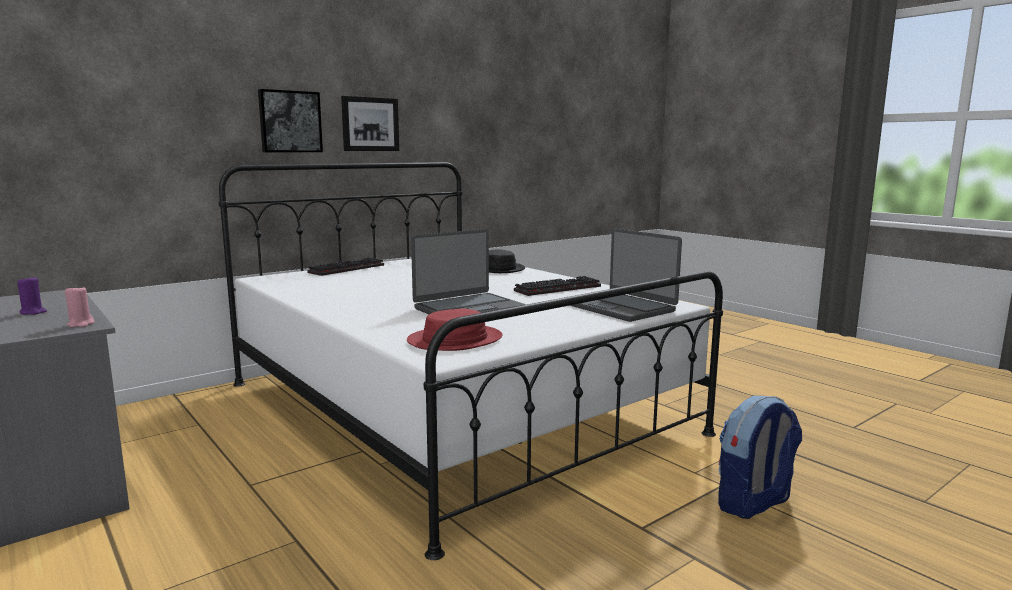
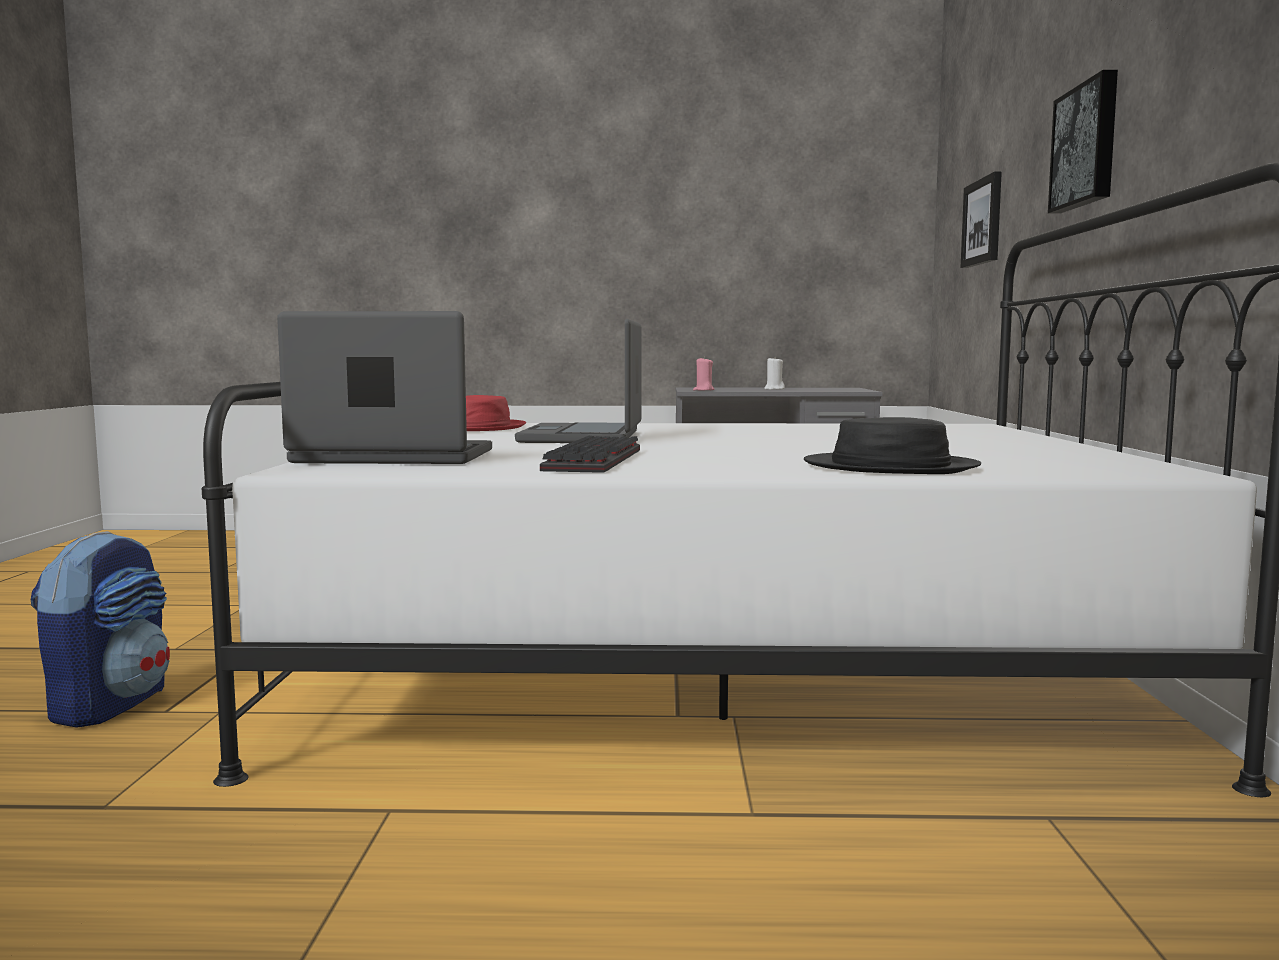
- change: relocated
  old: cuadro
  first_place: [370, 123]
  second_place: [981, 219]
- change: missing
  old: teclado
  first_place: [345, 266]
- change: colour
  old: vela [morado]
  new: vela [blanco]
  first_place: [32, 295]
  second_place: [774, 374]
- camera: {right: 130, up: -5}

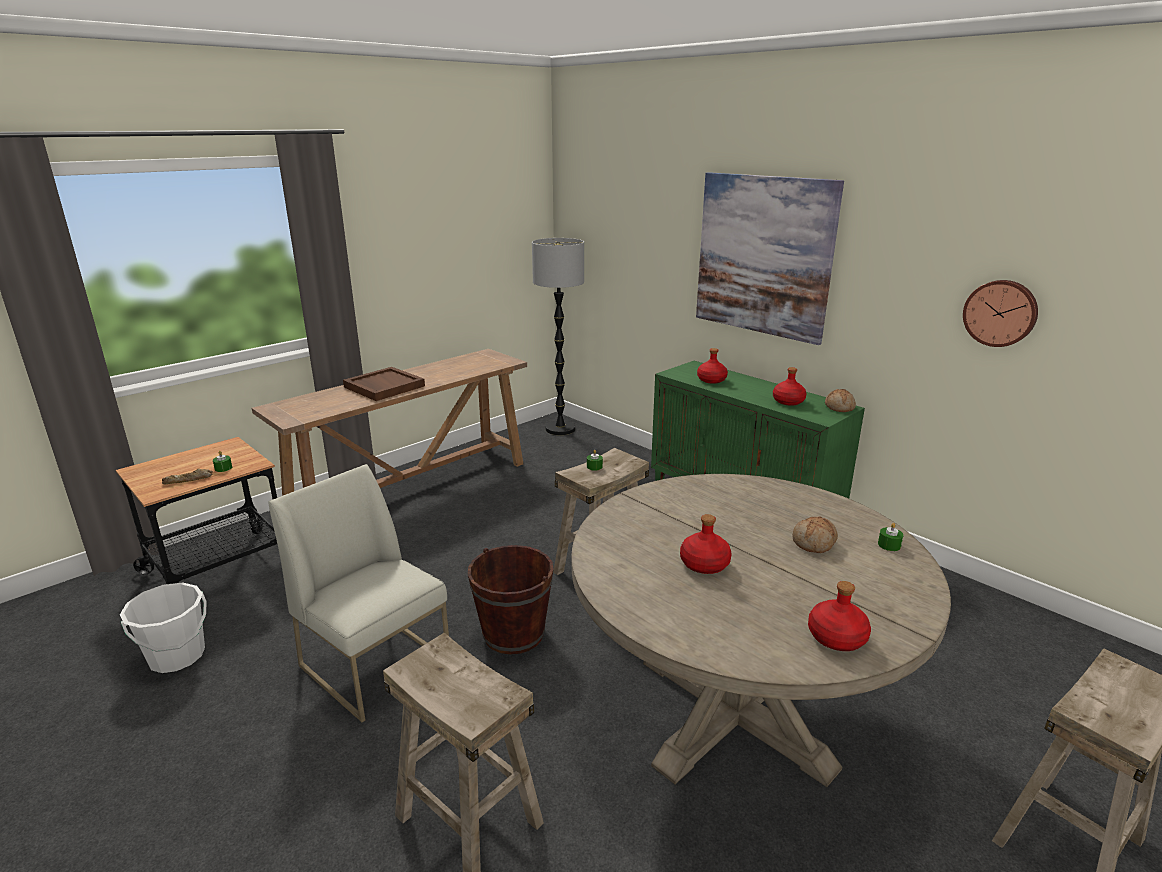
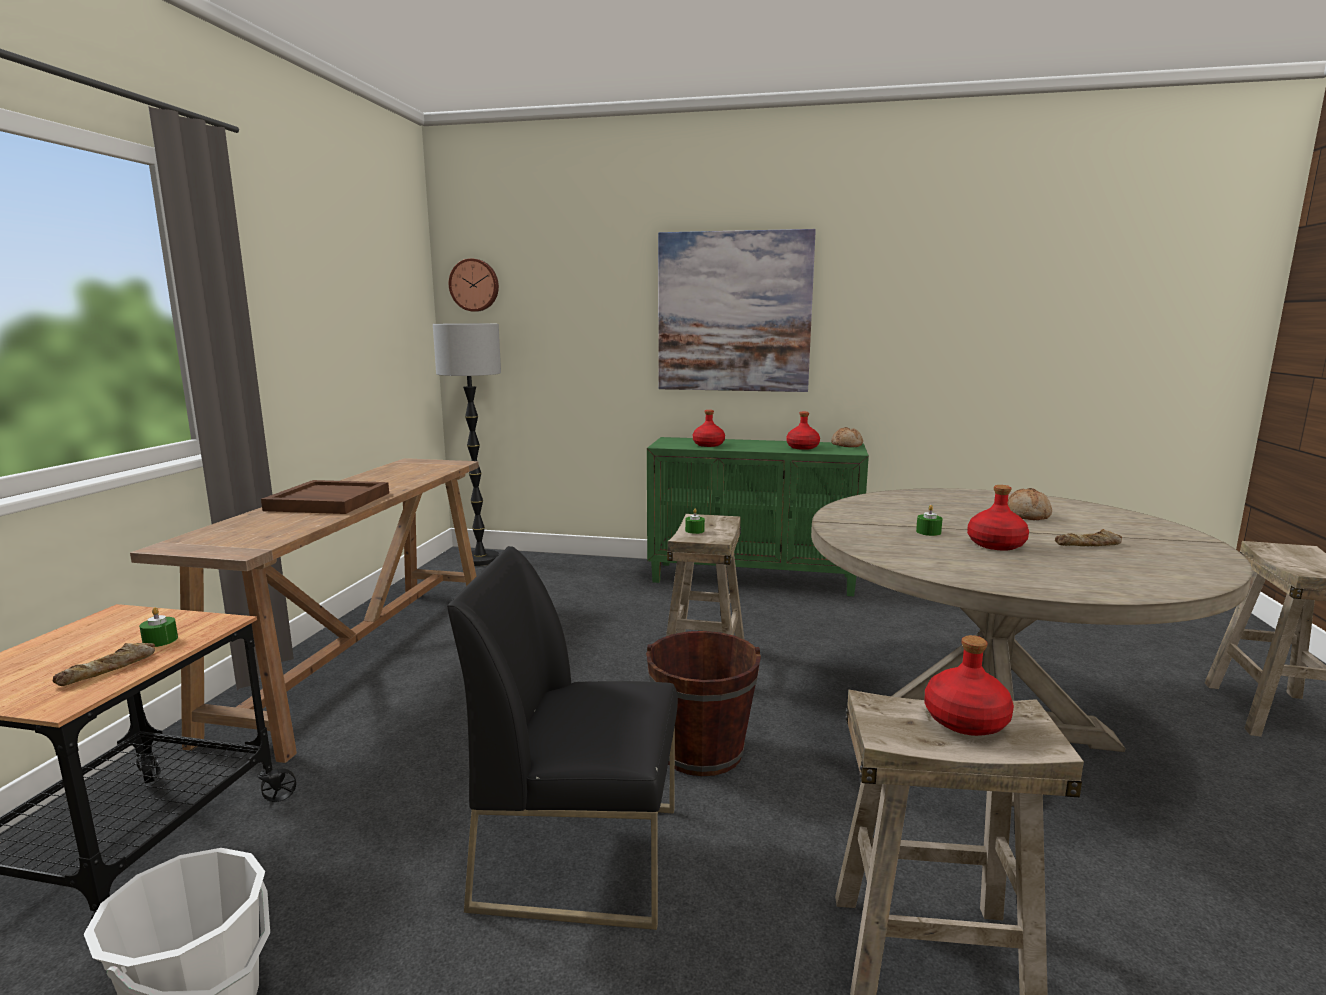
- change: relocated
  old: reloj de pared
  first_place: [1000, 313]
  second_place: [474, 285]
- change: colour
  old: silla [blanco]
  new: silla [negro]
  first_place: [358, 593]
  second_place: [562, 738]
- change: relocated
  old: vela [verde]
  first_place: [890, 537]
  second_place: [929, 520]
- change: relocated
  old: botella [rojo]
  first_place: [839, 616]
  second_place: [969, 685]
- change: appeared
  new: pan
  second_place: [1088, 537]
- camera: {right: -35, up: -10}

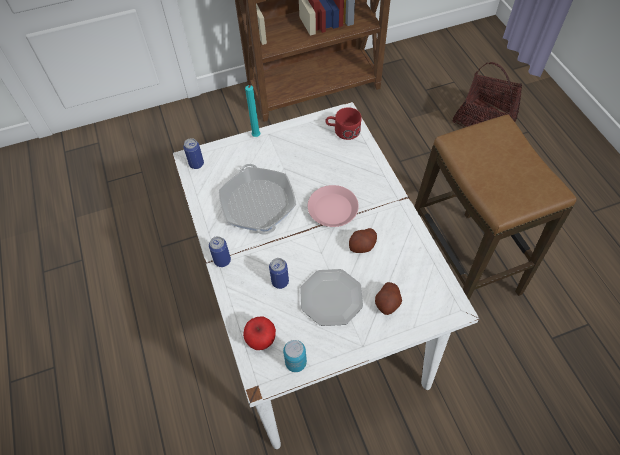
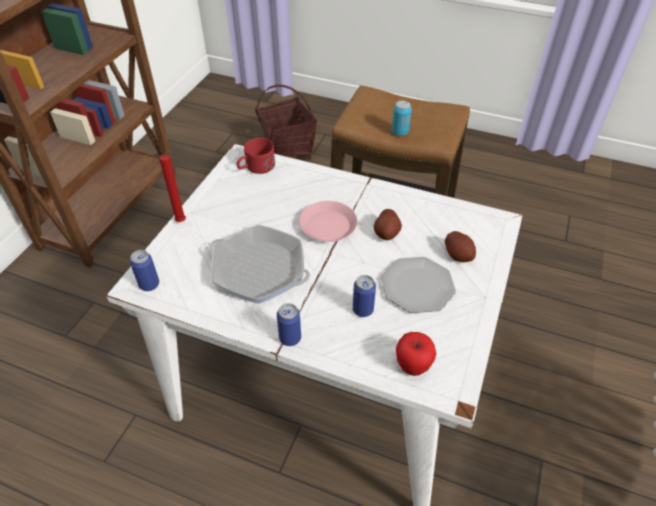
- change: colour
  old: vela [turquesa]
  new: vela [rojo]
  first_place: [252, 111]
  second_place: [172, 186]
- change: relocated
  old: lata
  first_place: [295, 356]
  second_place: [402, 118]
- camera: {right: -50, up: -10}

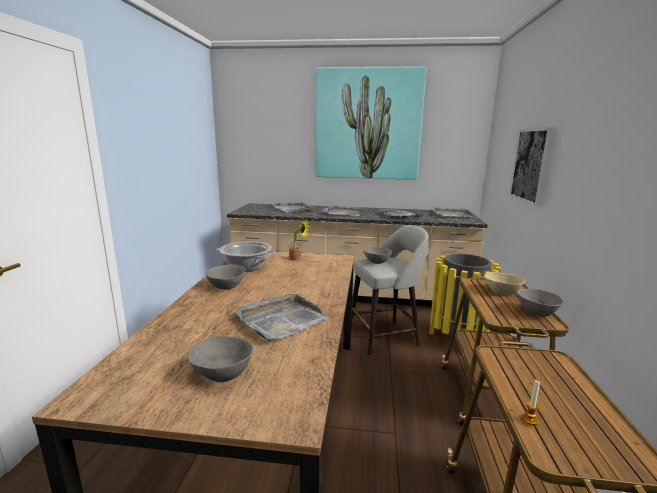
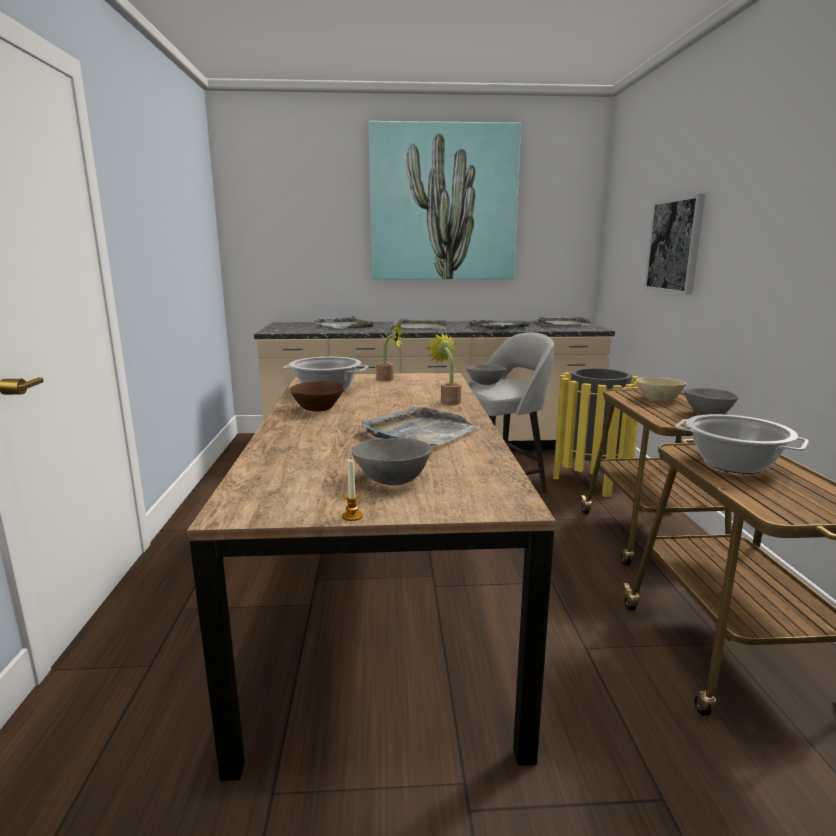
- change: colour
  old: cuenco [gris]
  new: cuenco [marrón]
  first_place: [226, 277]
  second_place: [317, 396]
- change: relocated
  old: vela
  first_place: [530, 402]
  second_place: [352, 489]
- change: appeared
  new: planta en maceta
  second_place: [444, 368]
- change: appeared
  new: olla
  second_place: [742, 444]
- camera: {right: -10, up: 0}

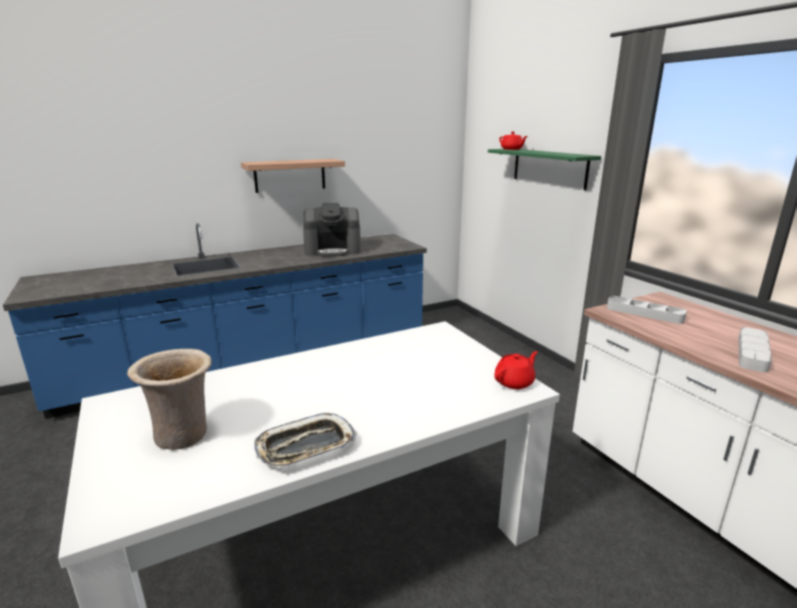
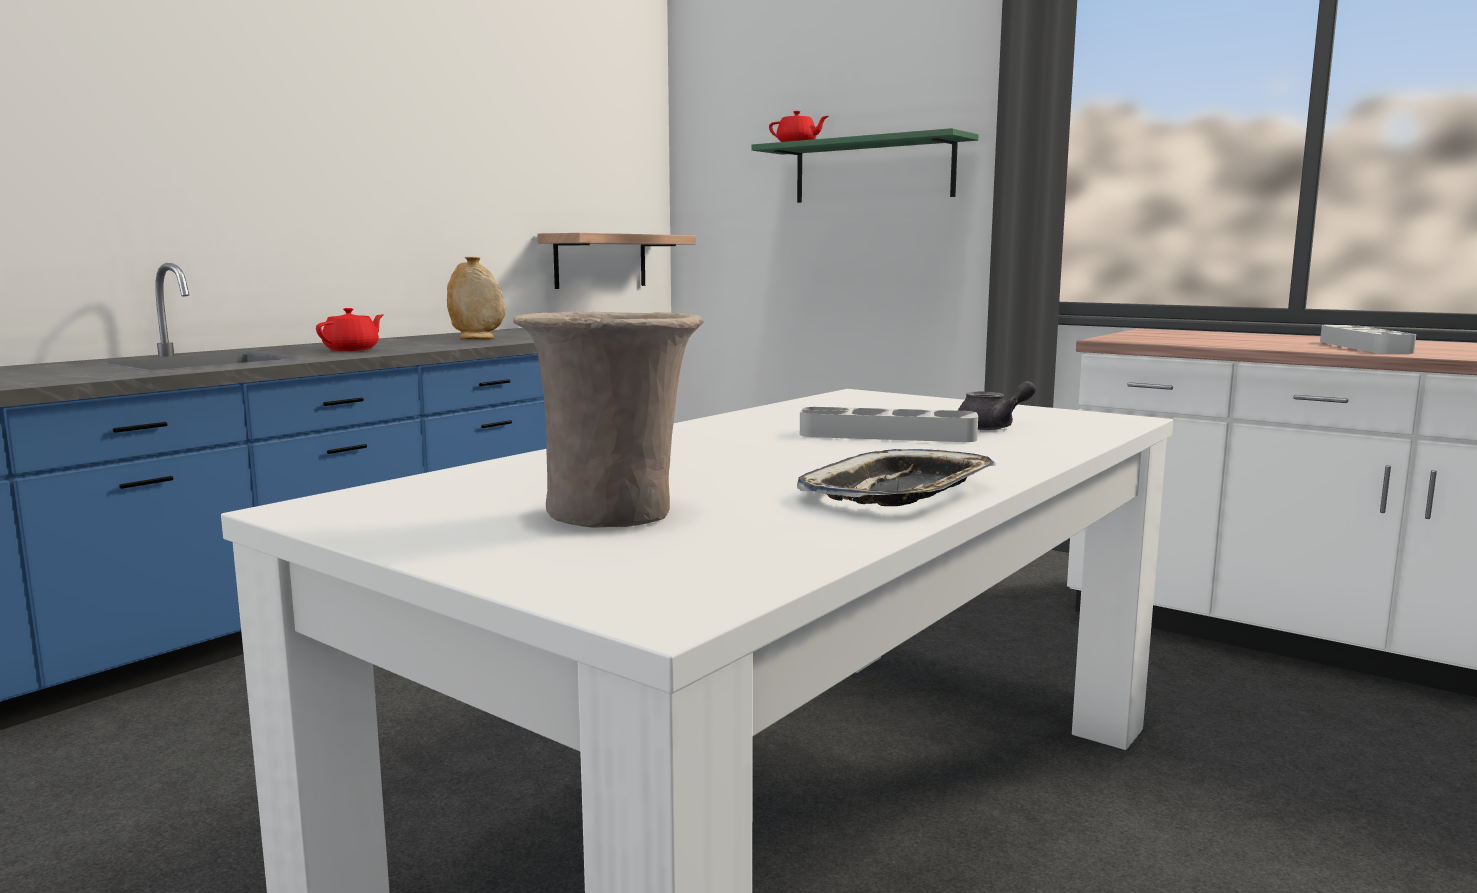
- change: relocated
  old: estante
  first_place: [293, 176]
  second_place: [617, 261]
- change: exchanged
  old: cafetera
  new: florero [beis]
  first_place: [332, 230]
  second_place: [476, 298]
- change: relocated
  old: bandeja [gris]
  first_place: [647, 310]
  second_place: [889, 424]
- change: relocated
  old: tetera [rojo]
  first_place: [516, 370]
  second_place: [349, 329]
- change: appeared
  new: tetera [gris]
  second_place: [997, 405]
- camera: {right: -25, up: -10}

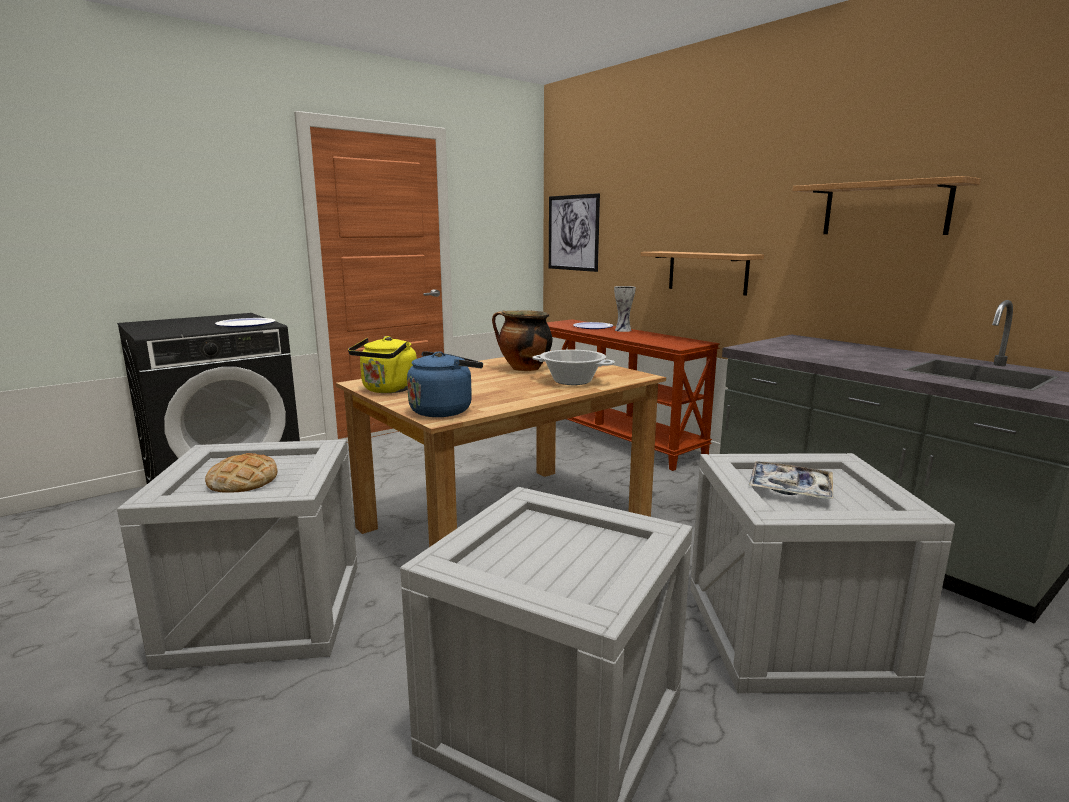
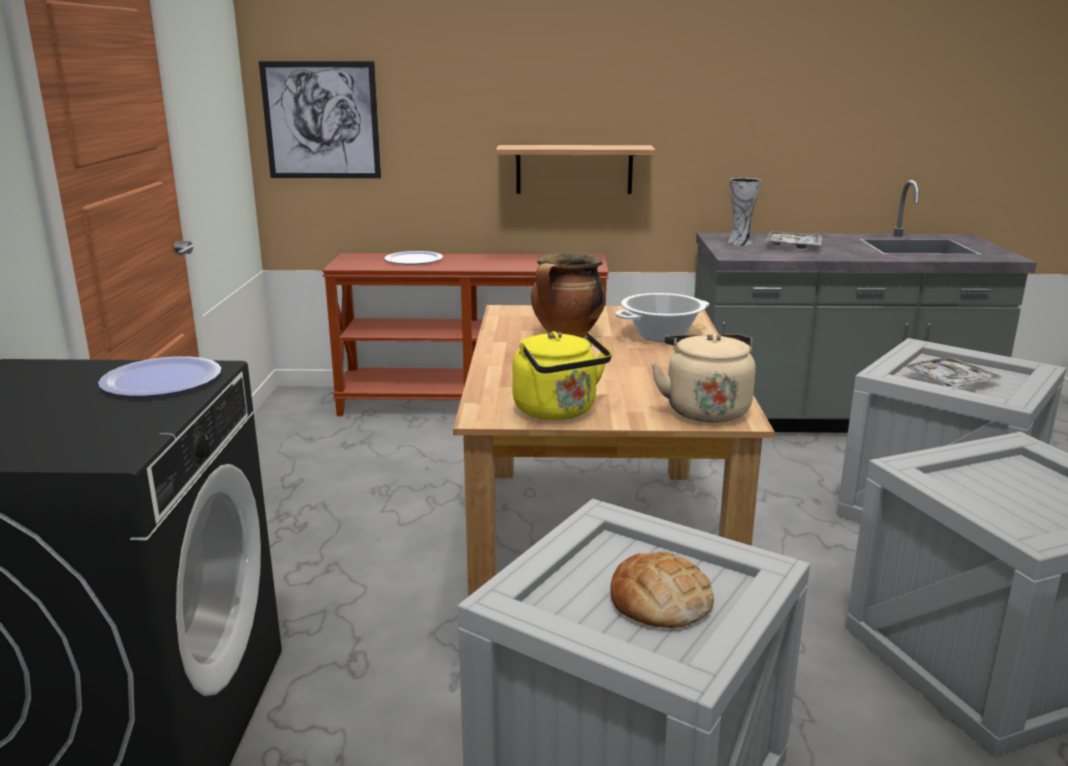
- change: missing
  old: estante
  first_place: [886, 205]
- change: relocated
  old: florero
  first_place: [625, 309]
  second_place: [744, 212]
- change: colour
  old: hervidor [azul]
  new: hervidor [beis]
  first_place: [445, 384]
  second_place: [703, 378]
- change: appeared
  new: bandeja
  second_place: [794, 240]
- camera: {right: -50, up: 5}

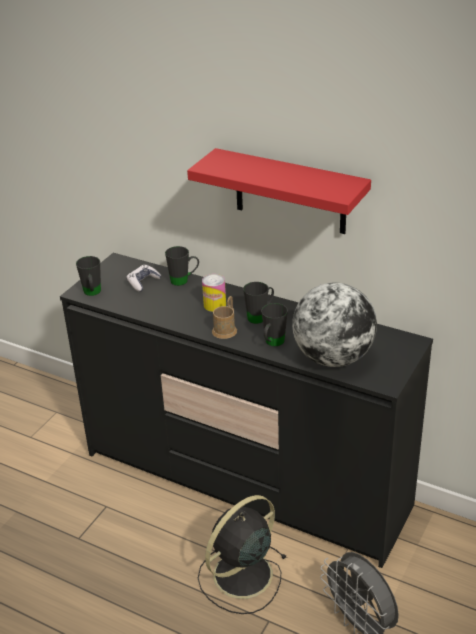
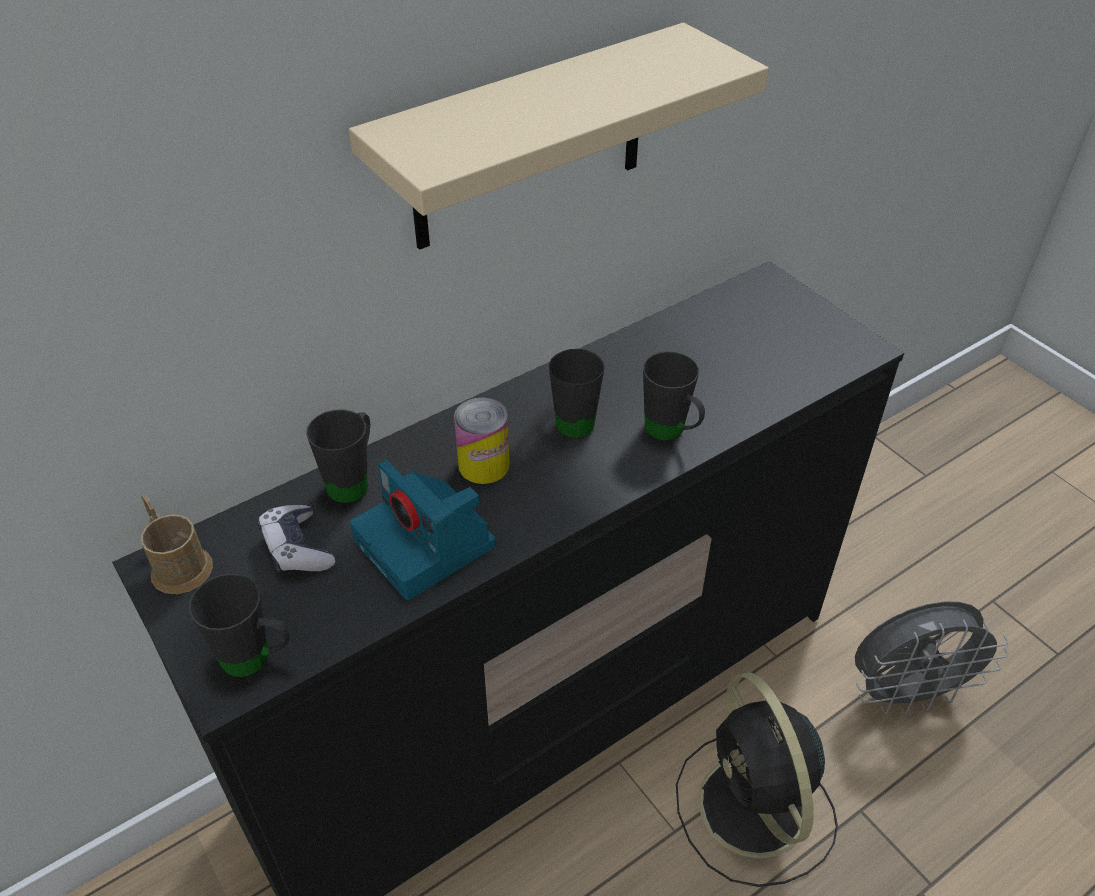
- change: colour
  old: estante [rojo]
  new: estante [beis]
  first_place: [279, 191]
  second_place: [559, 136]
- change: missing
  old: globo terráqueo
  first_place: [334, 324]
- change: relocated
  old: taza grande [marrón]
  first_place: [224, 317]
  second_place: [177, 544]
- change: appeared
  new: cámara
  second_place: [423, 530]
- camera: {right: -65, up: 10}

